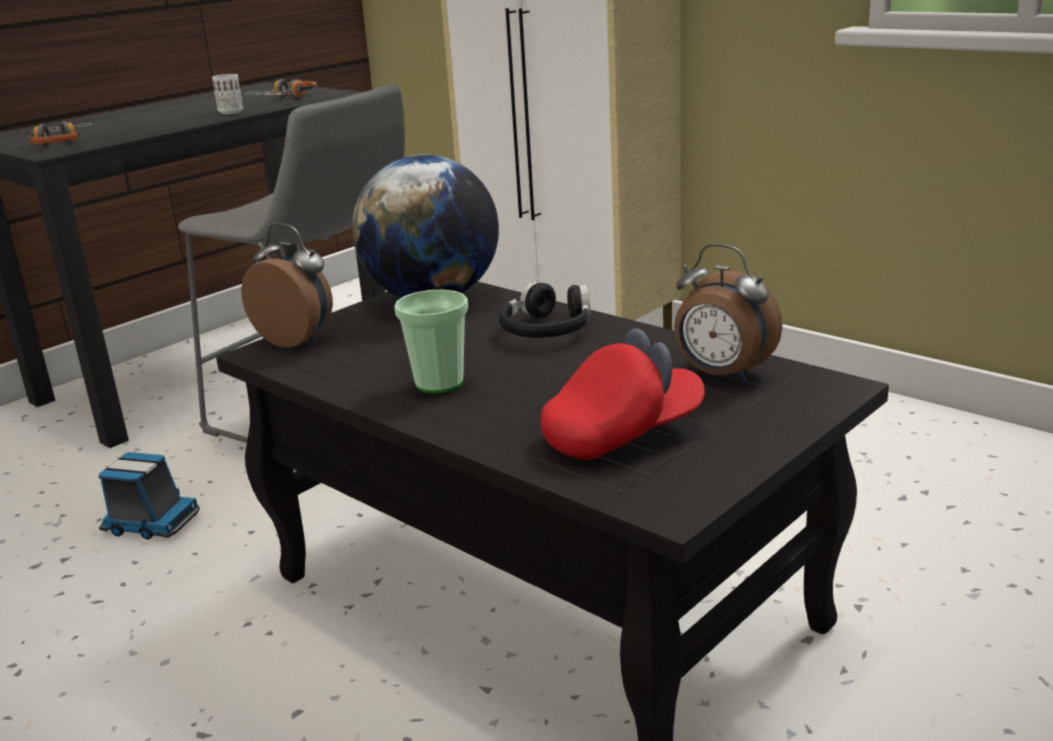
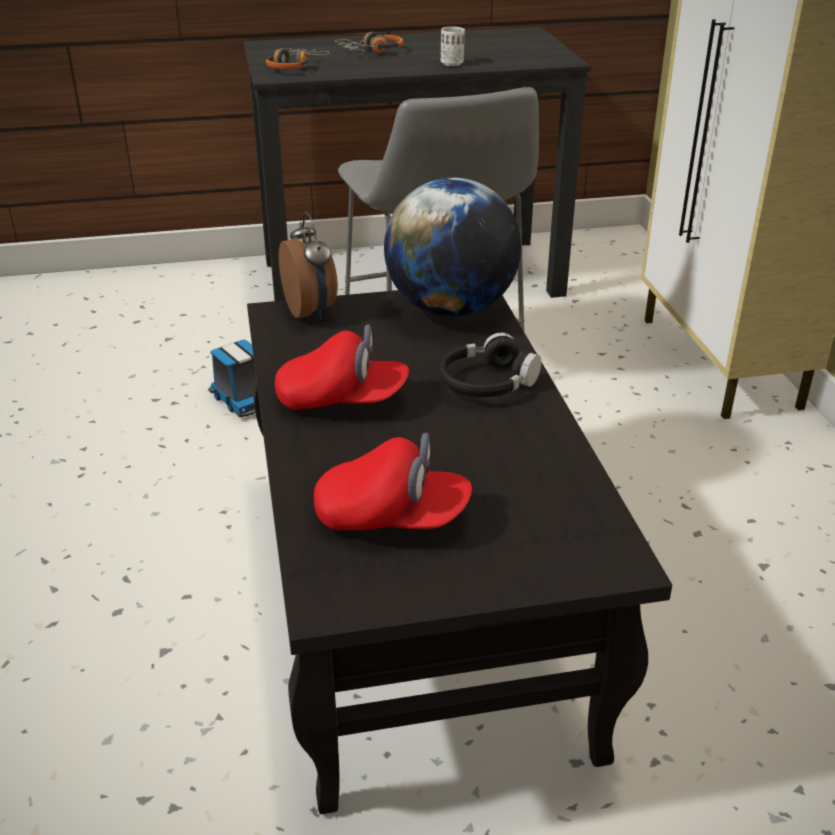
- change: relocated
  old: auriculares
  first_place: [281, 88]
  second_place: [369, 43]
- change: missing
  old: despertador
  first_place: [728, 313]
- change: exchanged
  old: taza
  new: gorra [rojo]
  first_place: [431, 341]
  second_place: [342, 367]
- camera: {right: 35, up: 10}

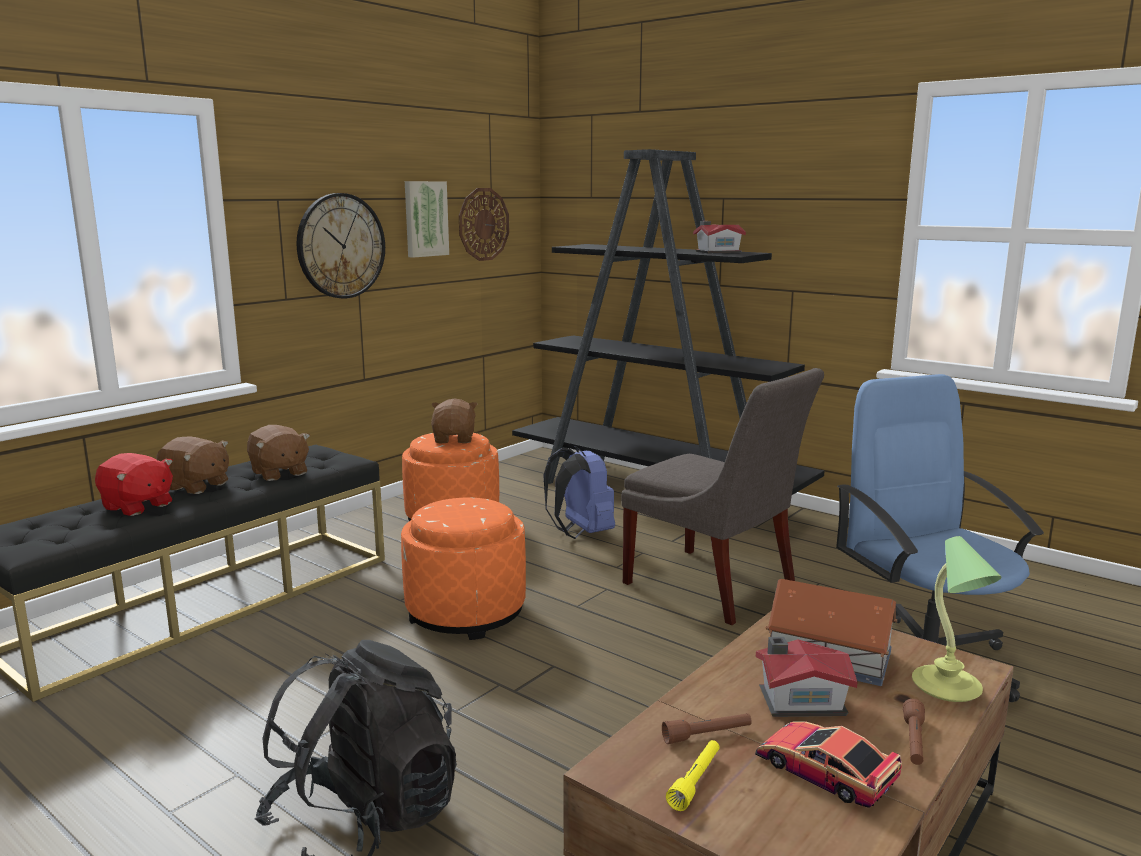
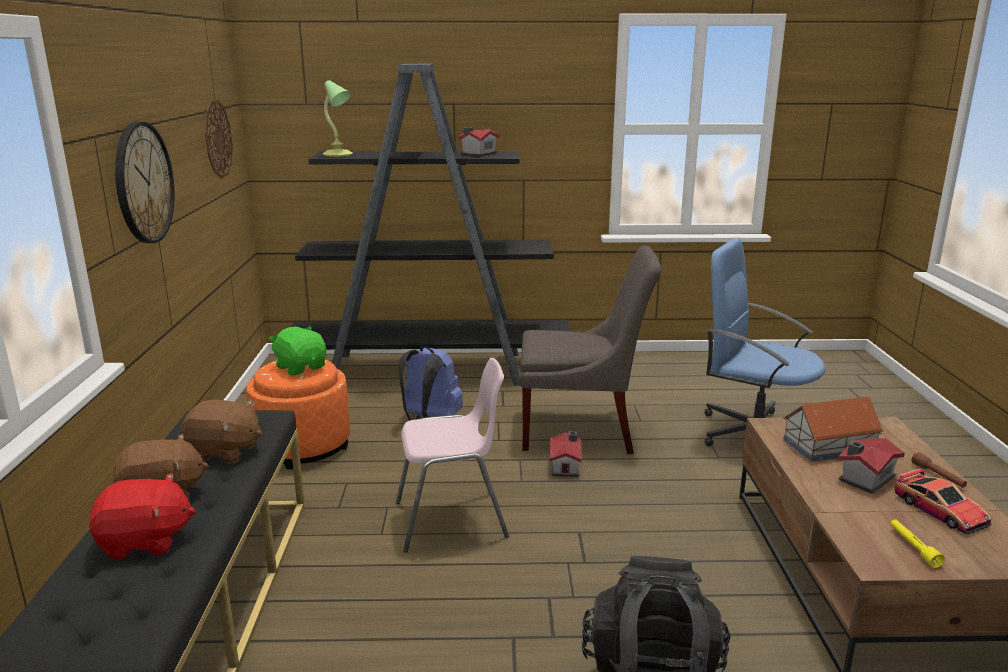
- change: missing
  old: cuadro
  first_place: [427, 219]
- change: colour
  old: peluche [marrón]
  new: peluche [verde]
  first_place: [454, 421]
  second_place: [297, 351]
- change: exchanged
  old: puf [naranja]
  new: silla [rosa]
  first_place: [463, 569]
  second_place: [452, 455]
- change: relocated
  old: lámpara de mesa
  first_place: [957, 619]
  second_place: [338, 118]
- change: missing
  old: linterna [marrón]
  first_place: [707, 728]
- change: spun
  old: coche de juguete
  first_place: [828, 764]
  second_place: [943, 501]
  degrees: -120
- change: appeared
  new: casita
  second_place: [566, 454]
- camera: {right: -40, up: 5}

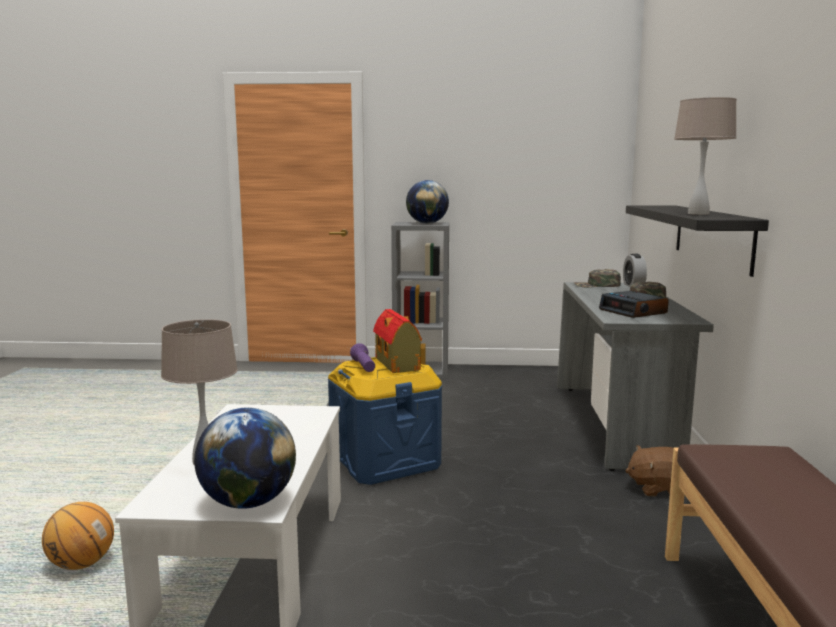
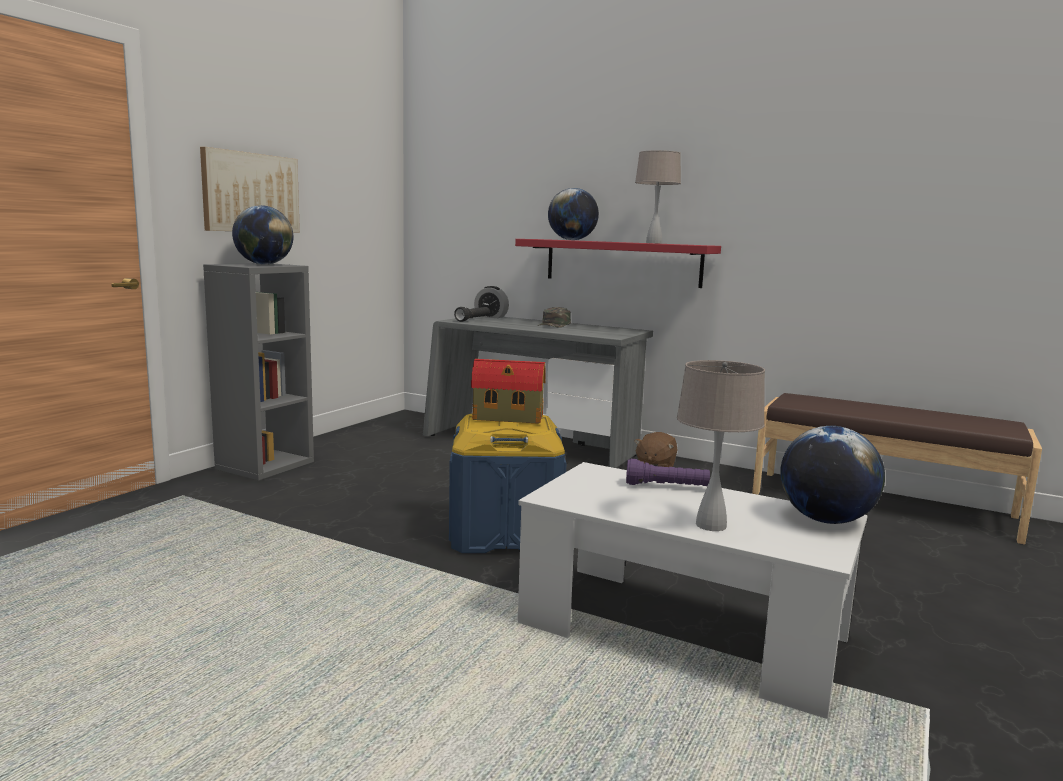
- change: colour
  old: estante [negro]
  new: estante [rojo]
  first_place: [697, 241]
  second_place: [618, 263]
- change: exchanged
  old: gorra [verde]
  new: linterna [negro]
  first_place: [597, 278]
  second_place: [472, 314]
- change: missing
  old: despertador
  first_place: [634, 304]
- change: relocated
  old: linterna [morado]
  first_place: [362, 357]
  second_place: [668, 472]
- change: missing
  old: balón de baloncesto
  first_place: [78, 536]
- change: appeared
  new: cuadro
  second_place: [250, 190]
- change: appeared
  new: globo terráqueo
  second_place: [573, 214]
- camera: {right: -65, up: 0}

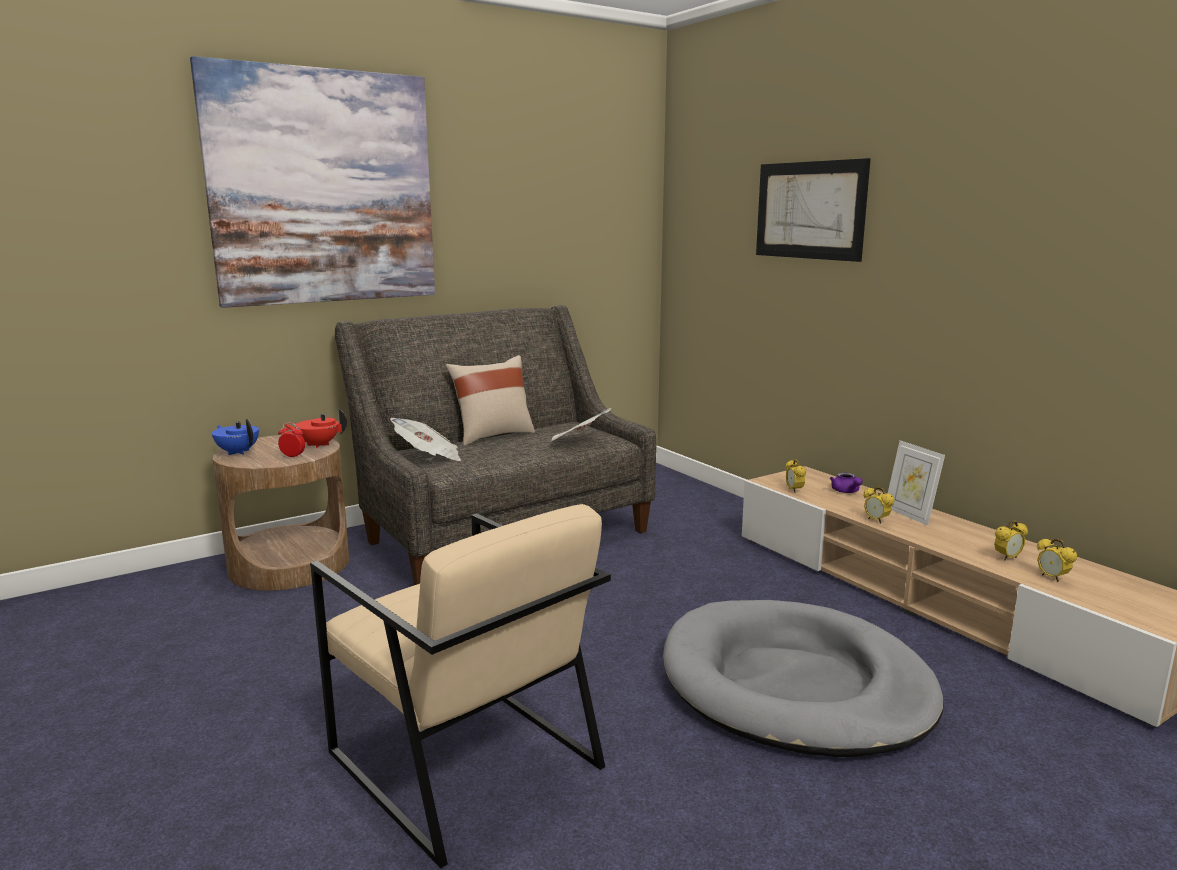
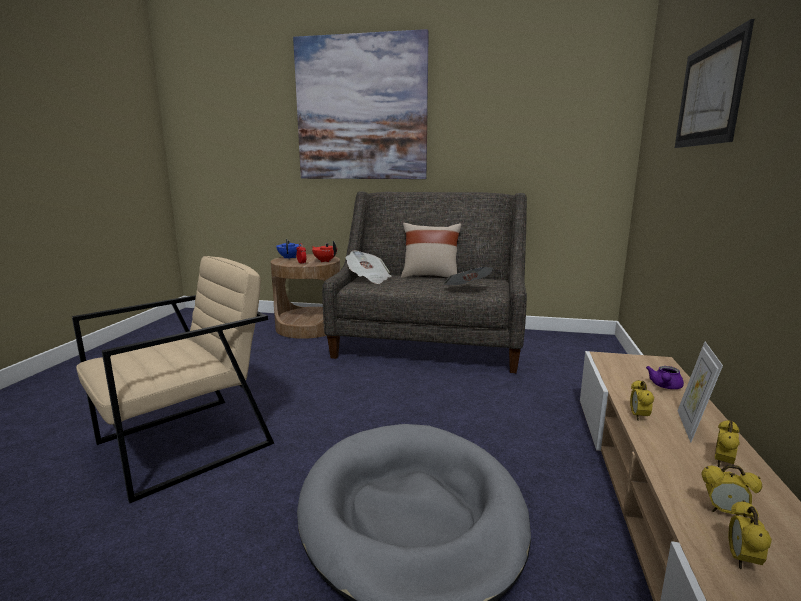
- change: relocated
  old: despertador
  first_place: [796, 476]
  second_place: [727, 443]
- change: spun
  old: sillón [beis]
  first_place: [460, 686]
  second_place: [173, 379]
  degrees: -135
- camera: {right: 45, up: 0}

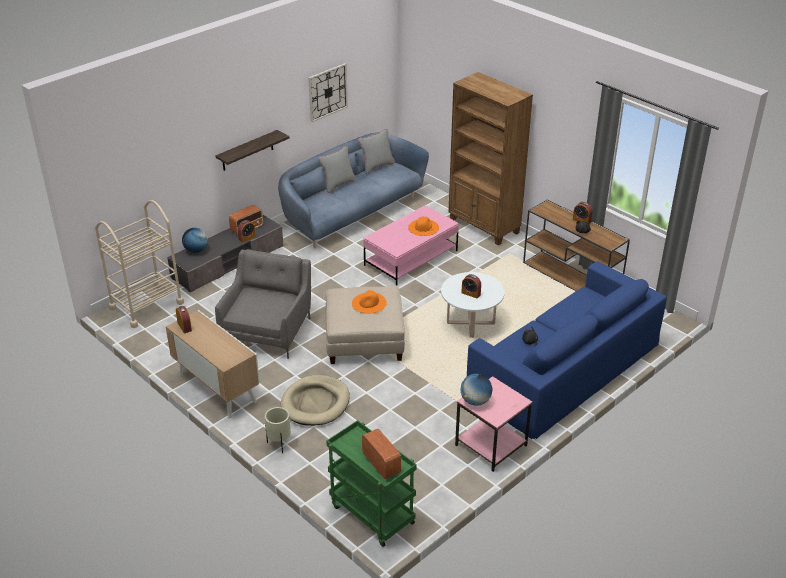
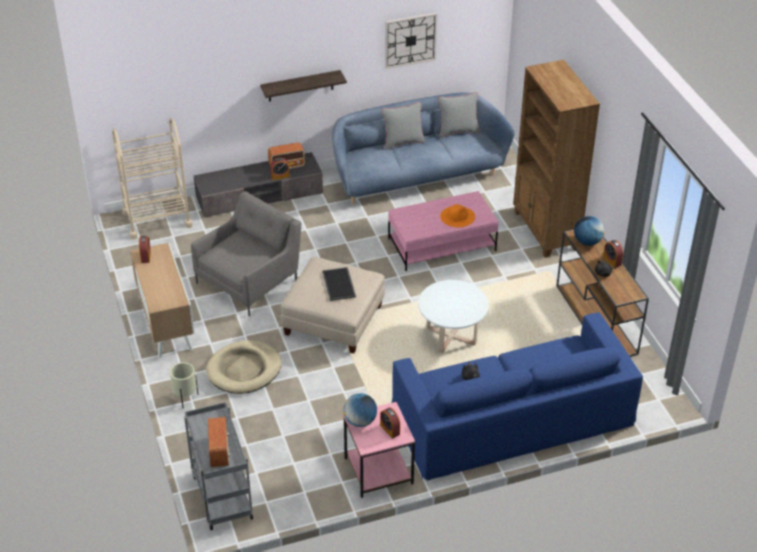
- change: relocated
  old: globo terráqueo
  first_place: [195, 240]
  second_place: [589, 231]
- change: relocated
  old: despertador
  first_place: [471, 286]
  second_place: [390, 423]
- change: exchanged
  old: sombrero [naranja]
  new: bandeja
  first_place: [369, 302]
  second_place: [339, 284]
- change: colour
  old: carrito [verde]
  new: carrito [gris]
  first_place: [371, 483]
  second_place: [218, 466]
- camera: {right: 25, up: 5}

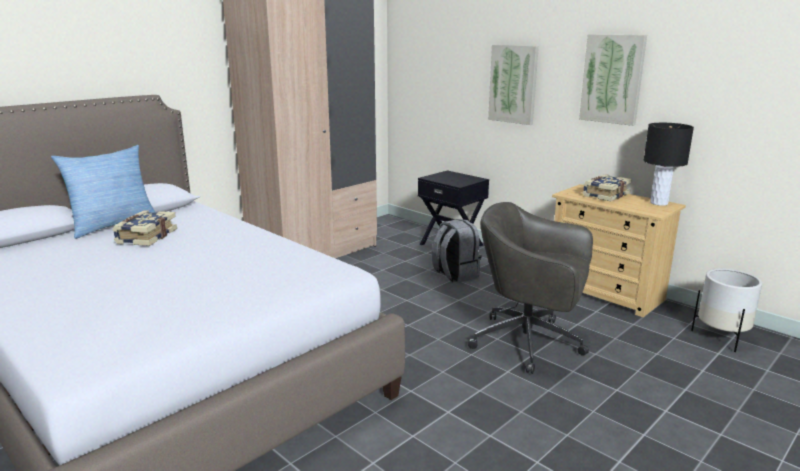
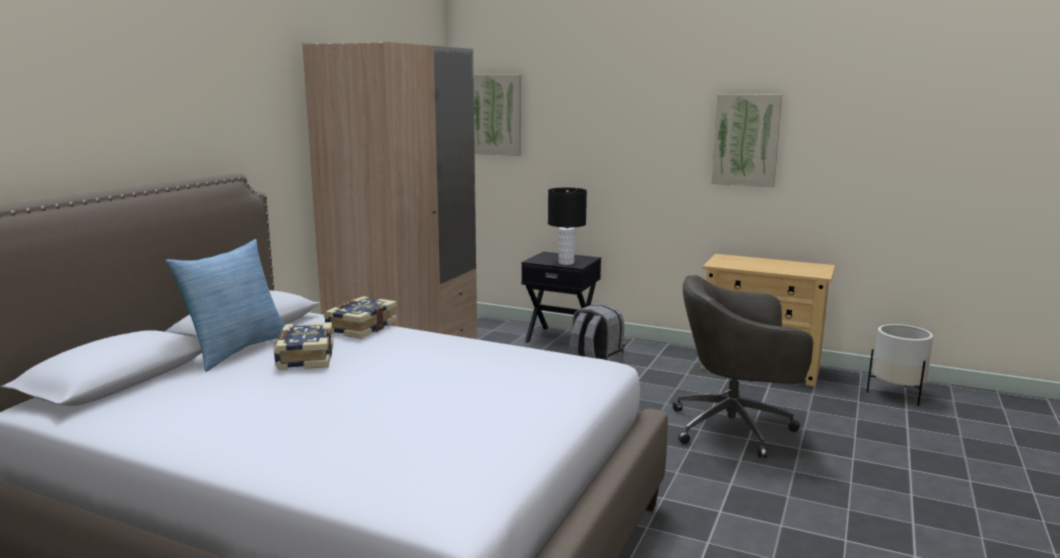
- change: relocated
  old: cuadro
  first_place: [513, 85]
  second_place: [497, 115]
- change: relocated
  old: lámpara de mesa [negro]
  first_place: [669, 164]
  second_place: [567, 226]
- change: relocated
  old: libro
  first_place: [607, 188]
  second_place: [361, 317]
- camera: {right: -20, up: -5}

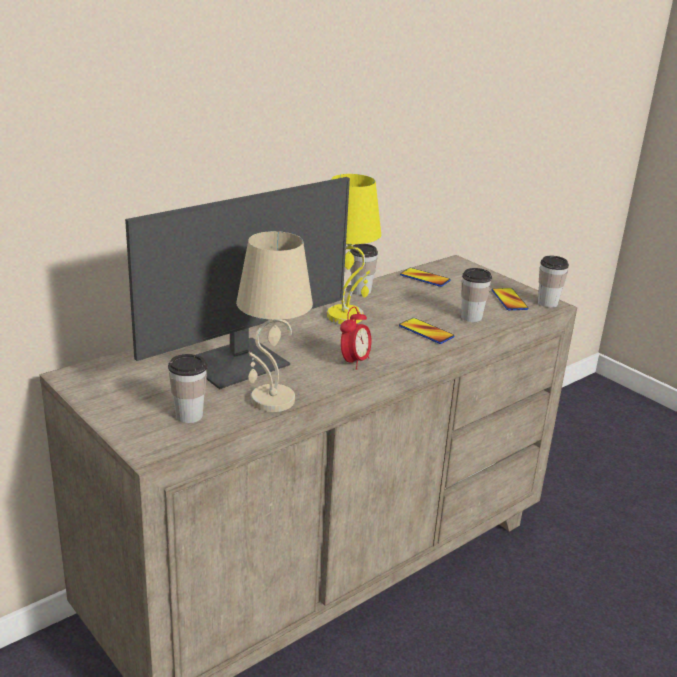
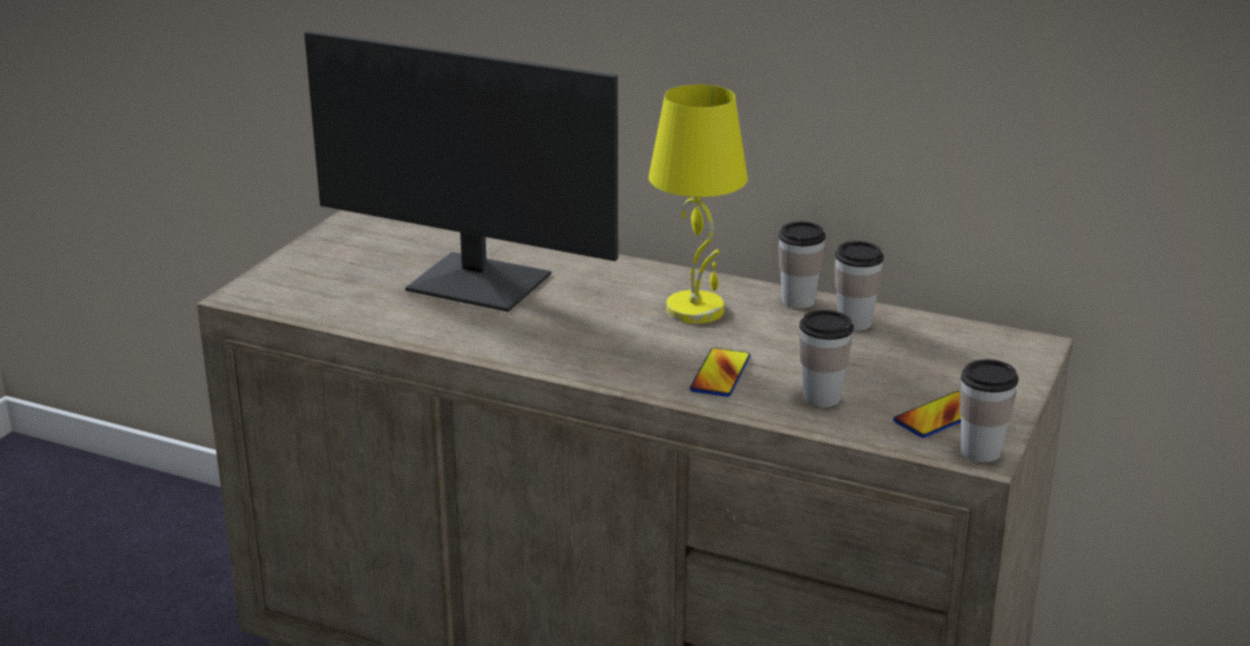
- change: missing
  old: lámpara de mesa [beis]
  first_place: [274, 321]
- change: missing
  old: móvil
  first_place: [425, 277]
- change: missing
  old: despertador
  first_place: [356, 338]
- change: relocated
  old: taza
  first_place: [187, 388]
  second_place: [859, 286]
- camera: {right: 65, up: 0}

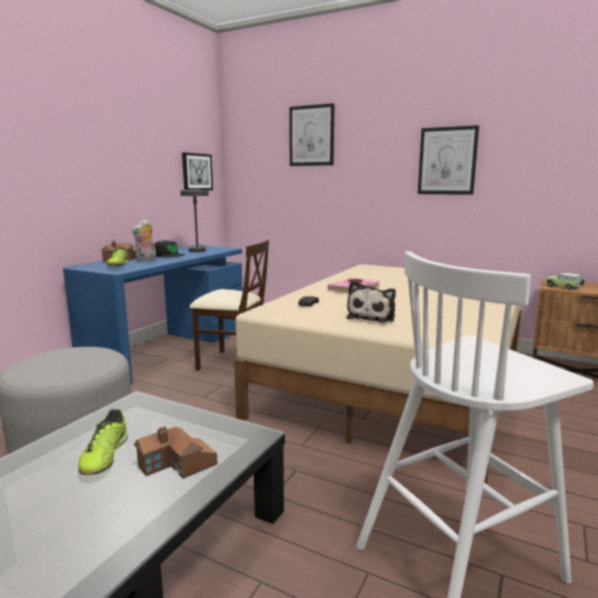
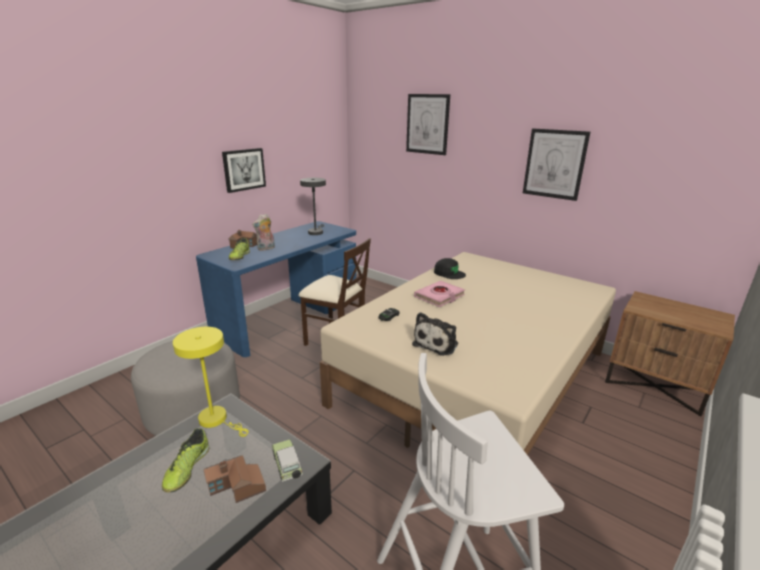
- change: relocated
  old: cuadro
  first_place: [197, 171]
  second_place: [244, 170]
- change: relocated
  old: gorra [negro]
  first_place: [169, 249]
  second_place: [450, 268]
- change: relocated
  old: coche de juguete
  first_place: [564, 281]
  second_place: [287, 460]
- change: appeared
  new: lámpara de mesa [amarillo]
  second_place: [210, 382]
- camera: {right: 10, up: 10}

